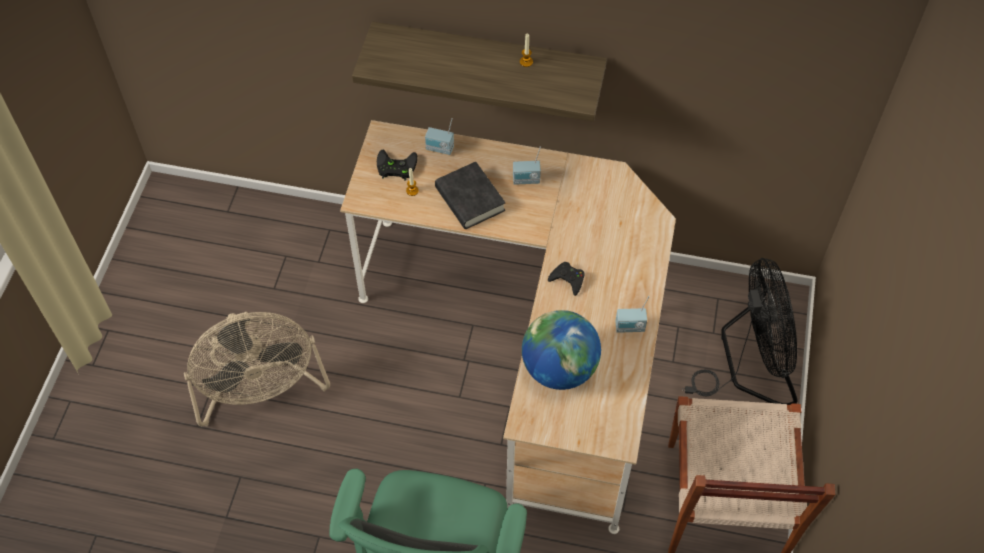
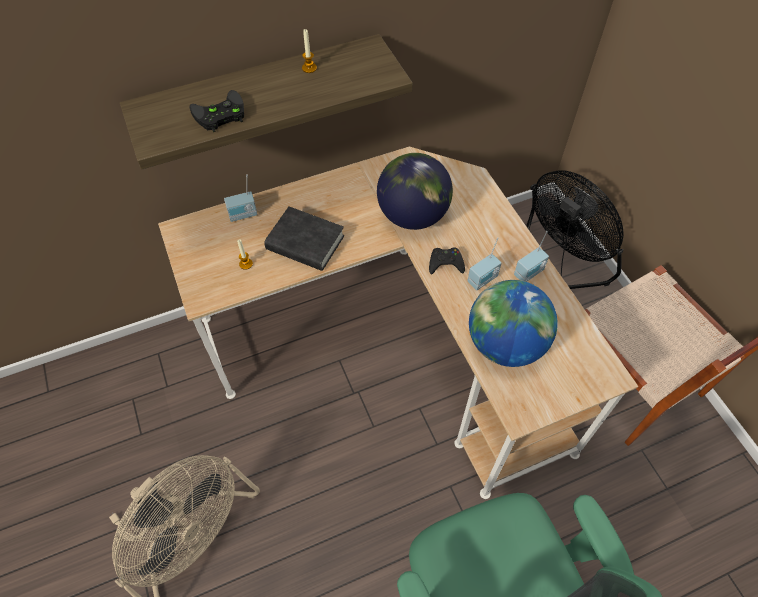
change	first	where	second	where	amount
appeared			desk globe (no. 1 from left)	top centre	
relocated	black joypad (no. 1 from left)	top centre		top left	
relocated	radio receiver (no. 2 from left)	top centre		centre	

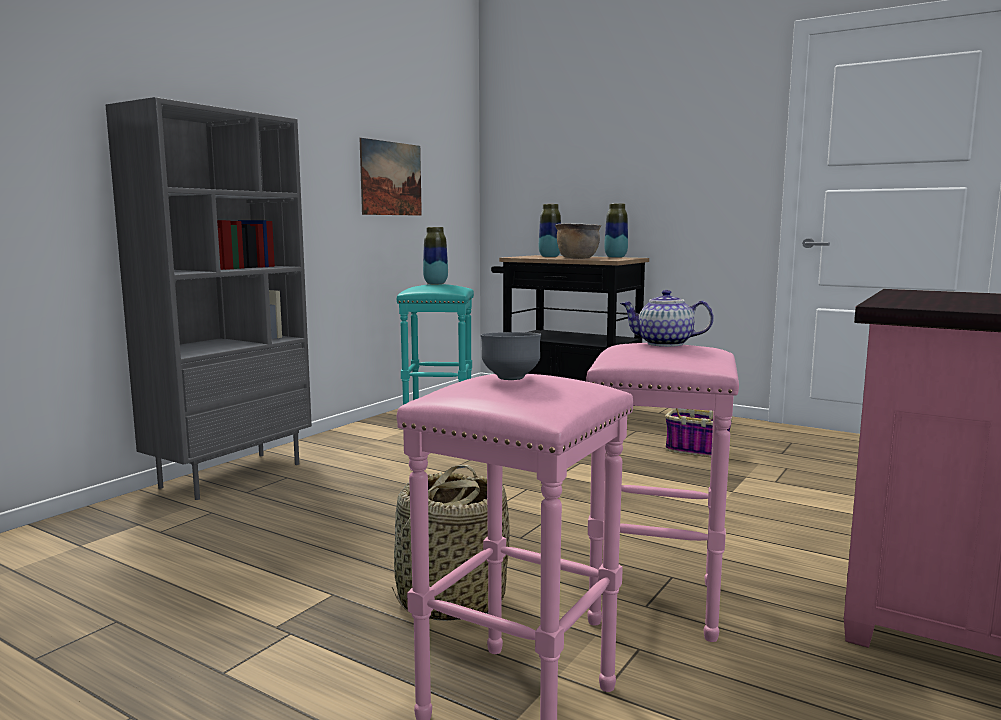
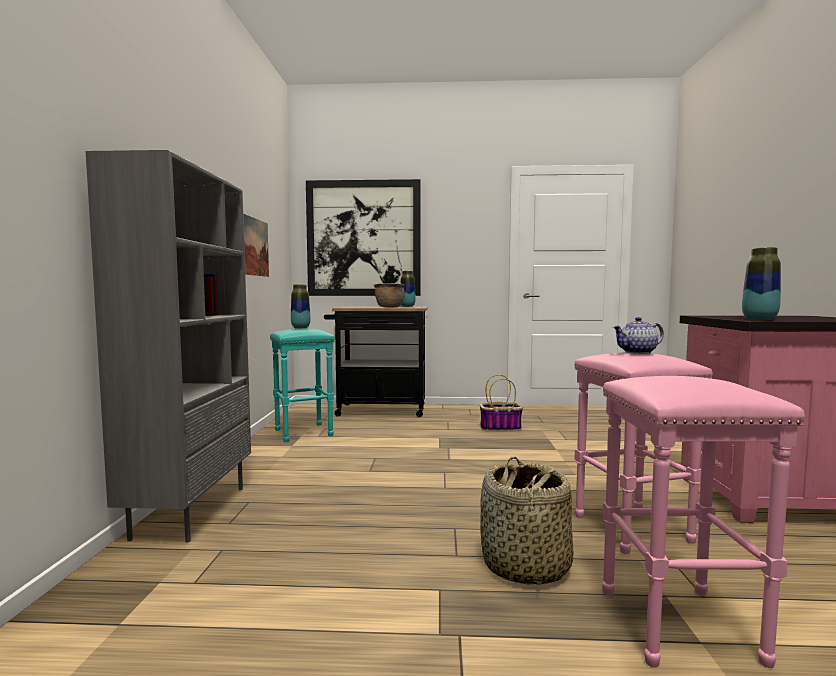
change	first	where	second	where	amount
missing	greyish bowl	centre			
appeared			wall picture (no. 2 from left)	centre	
relocated	vase (no. 2 from left in the first image)	top centre	vase (no. 3 from left)	middle right	

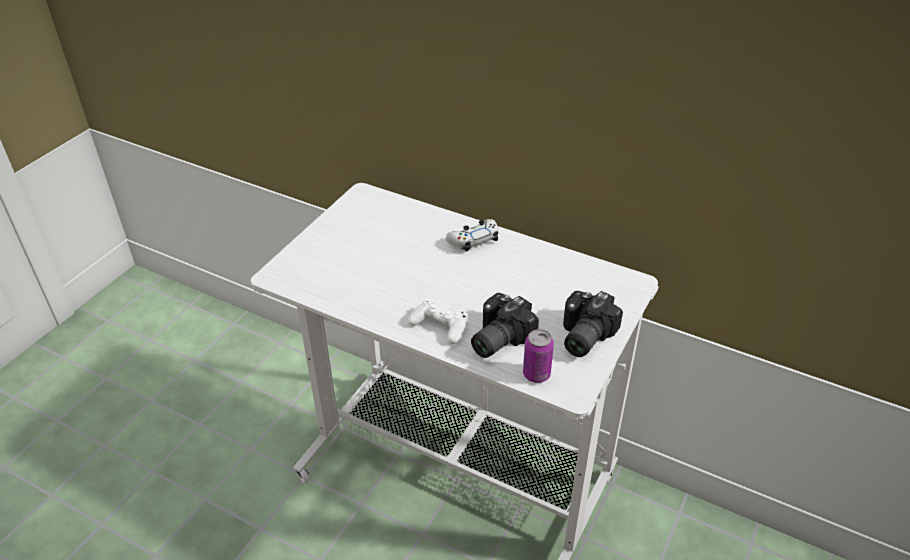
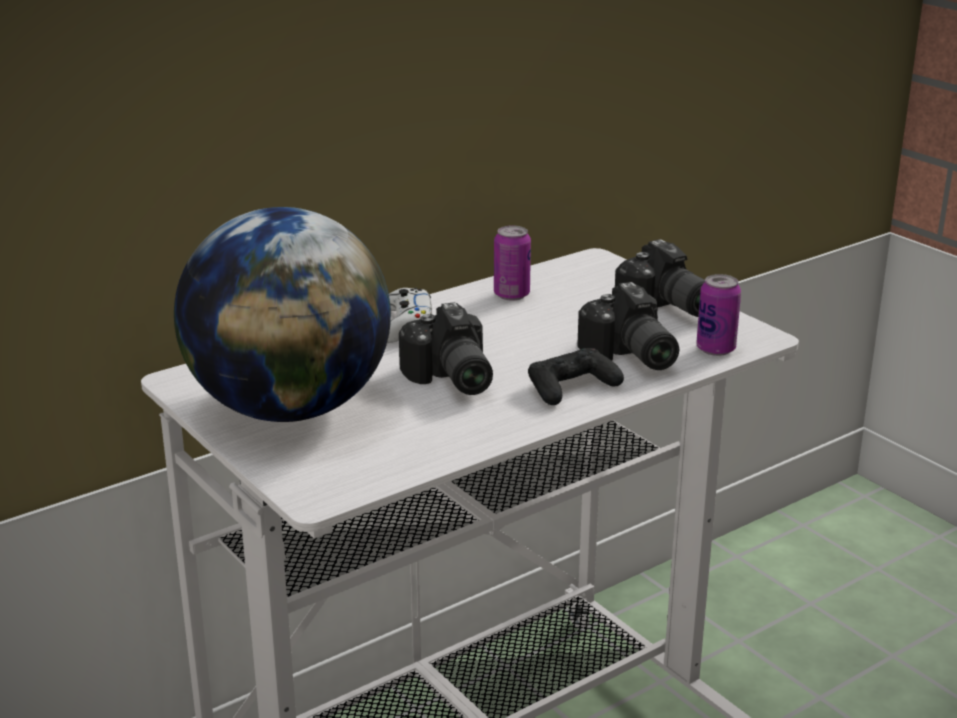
change	first	where	second	where	amount
appeared			desk globe	middle left	
appeared			photo camera (no. 1 from left)	centre	
appeared			sealed can (no. 1 from left)	centre	
colour	whitish joypad (no. 1 from left)	centre	black joypad	centre	

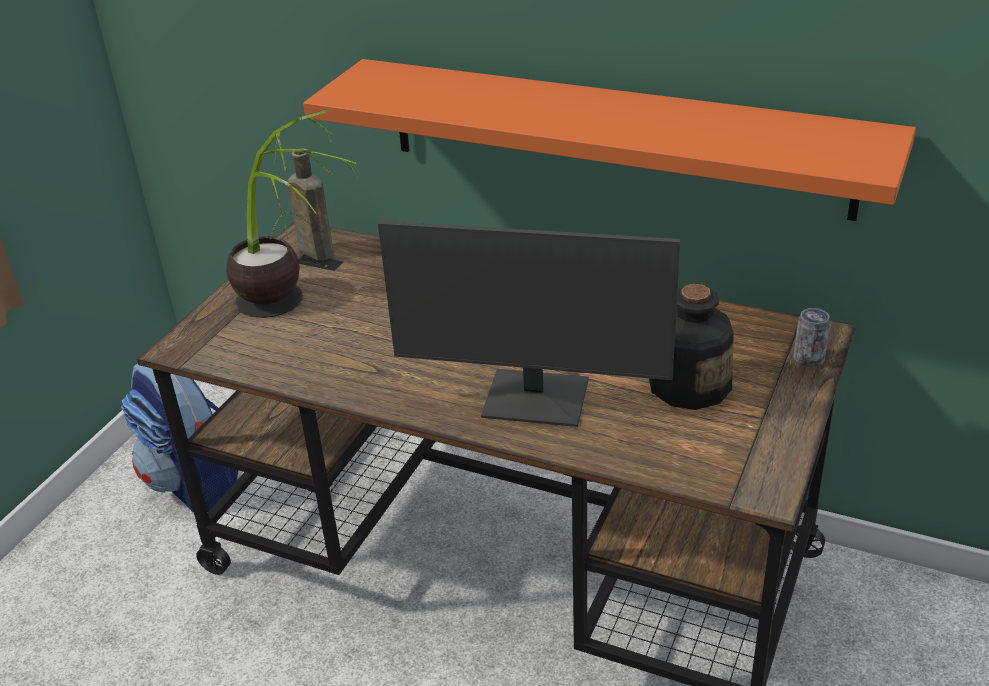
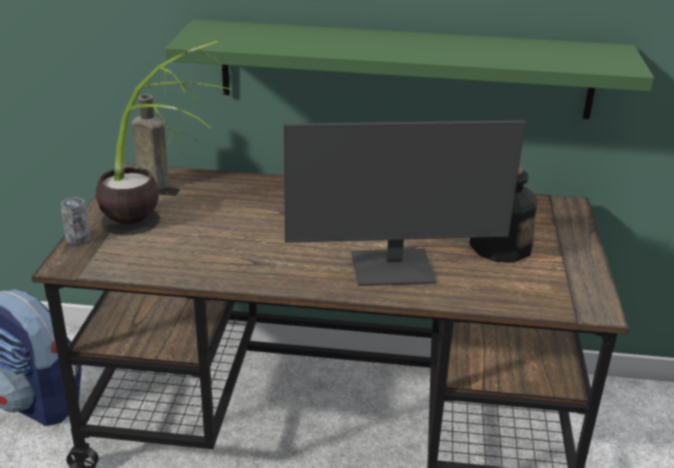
change	first	where	second	where	amount
relocated	sealed can	middle right		middle left	
colour	orange-coloured wall shelf	top centre	green wall shelf	top centre	

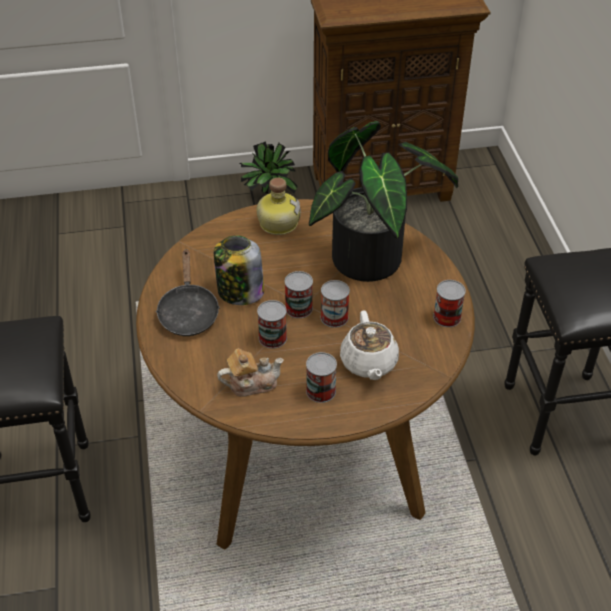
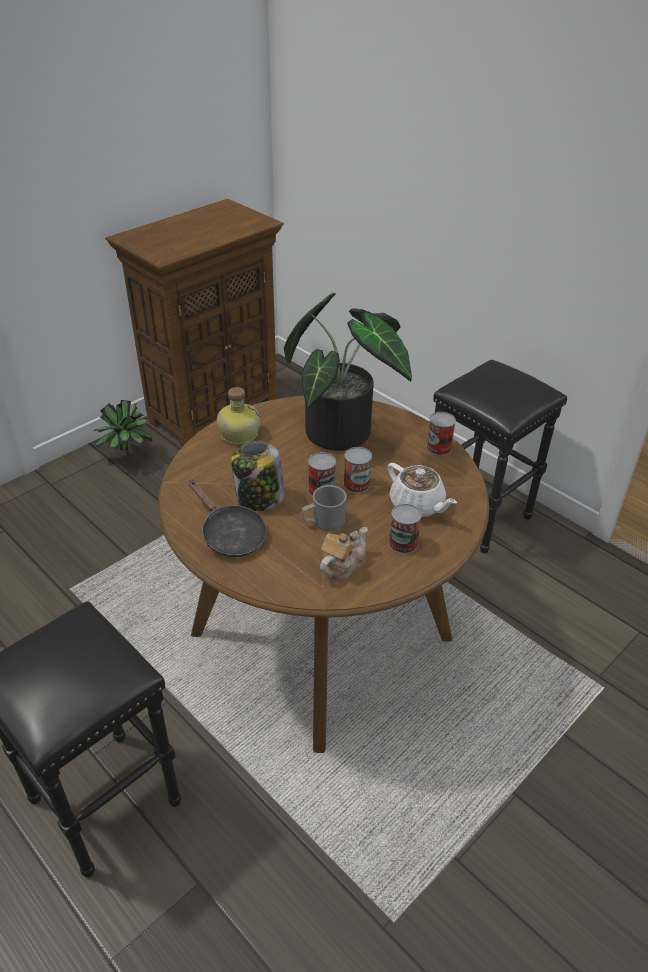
change	first	where	second	where	amount
exchanged	sealed can (no. 1 from left)	centre	greyish coffee mug	centre	

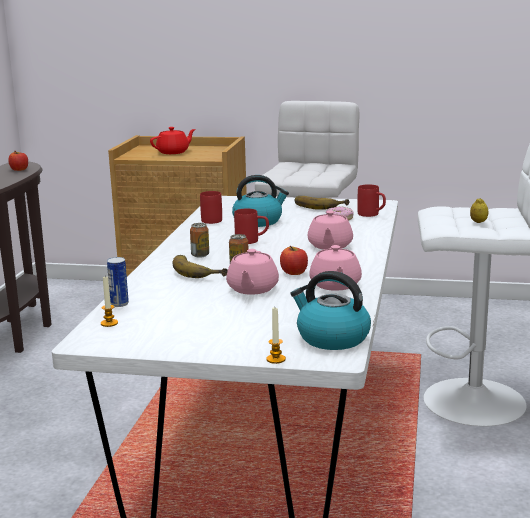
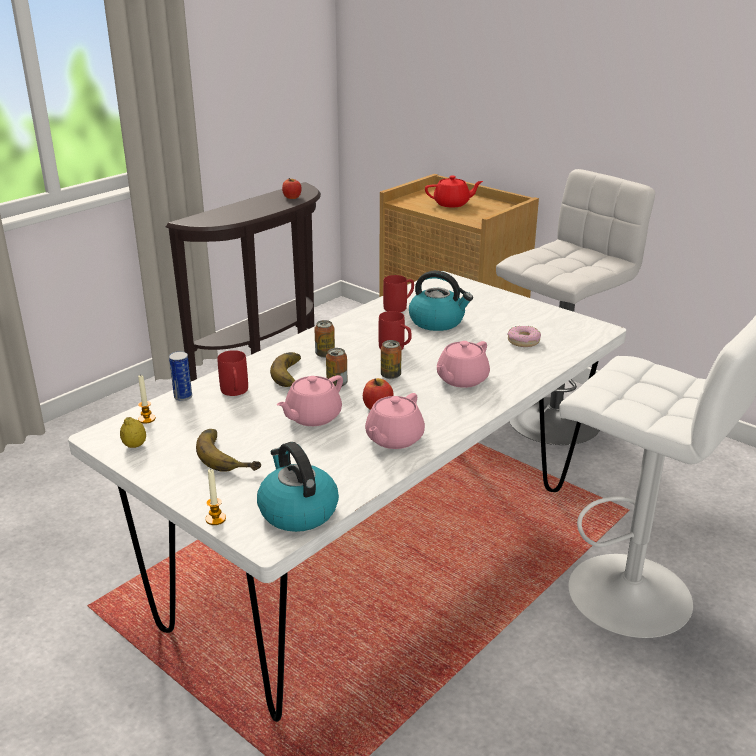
change	first	where	second	where	amount
appeared			sealed can (no. 4 from left)	centre	
relocated	banana fruit (no. 2 from left in the first image)	centre	banana fruit (no. 1 from left)	middle left	
relocated	red-coloured coffee mug (no. 3 from left in the first image)	middle right	red-coloured coffee mug (no. 1 from left)	middle left	
relocated	citrus fruit	middle right		middle left	

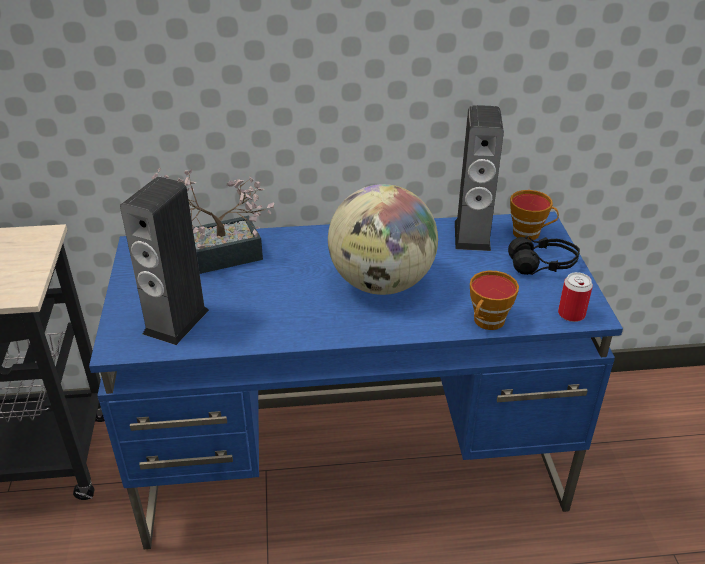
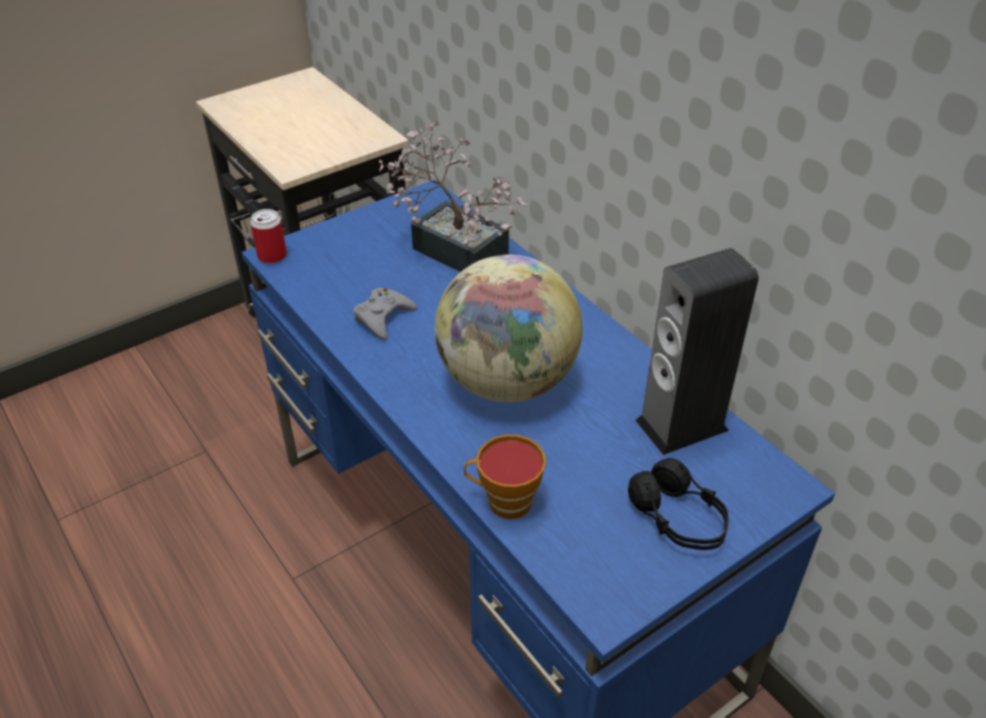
change	first	where	second	where	amount
missing	speaker (no. 1 from left)	middle left			
missing	drinking cup (no. 2 from left)	middle right			
appeared			greyish joypad	centre	
relocated	sealed can	middle right		top left	

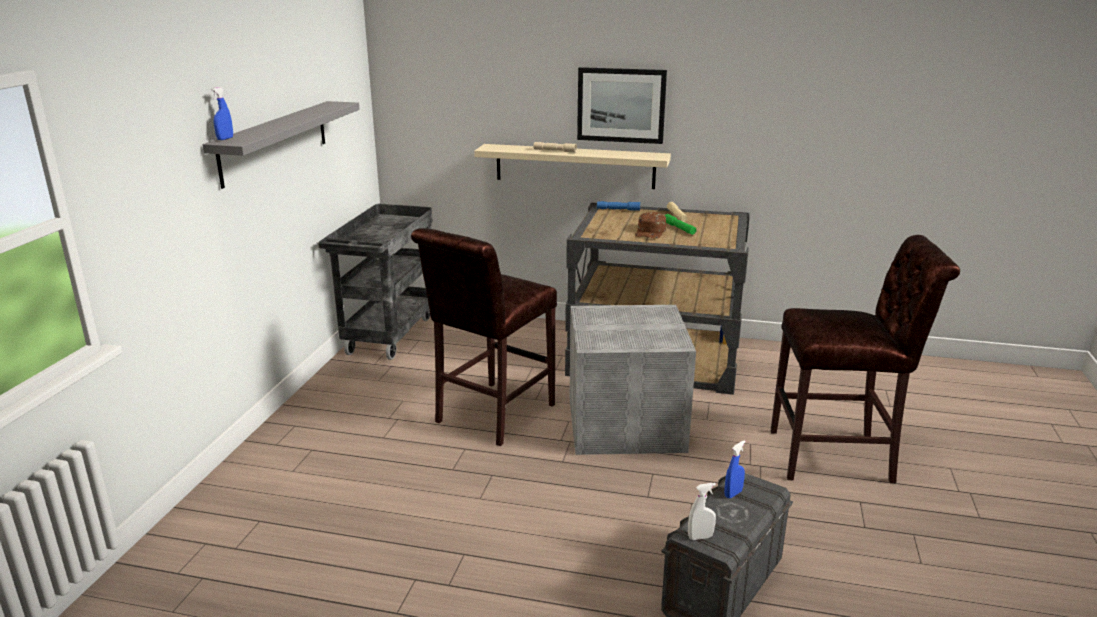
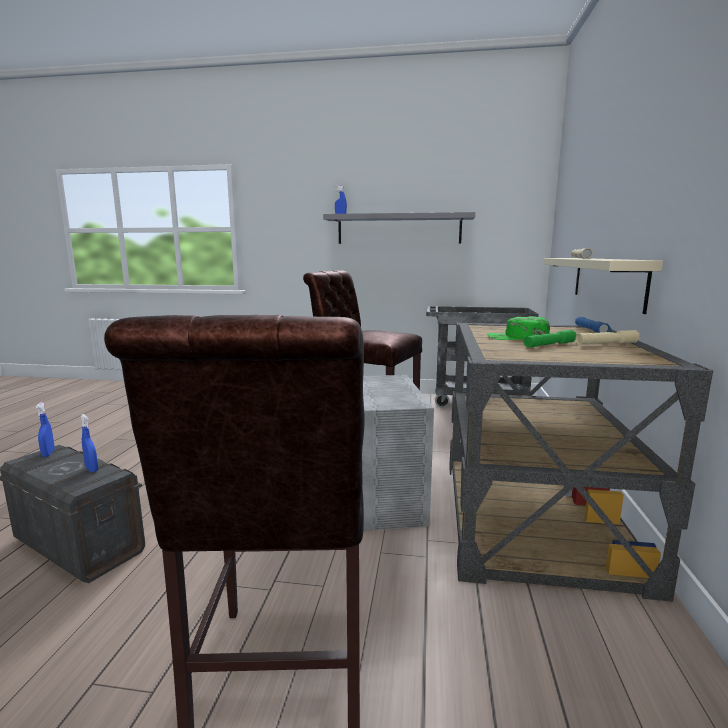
change	first	where	second	where	amount
missing	wall picture	top centre			
colour	brown-coloured baseball cap	centre	green baseball cap	middle right	
colour	whitish hand sprayer	bottom centre	bluish hand sprayer (no. 1 from left)	middle left	

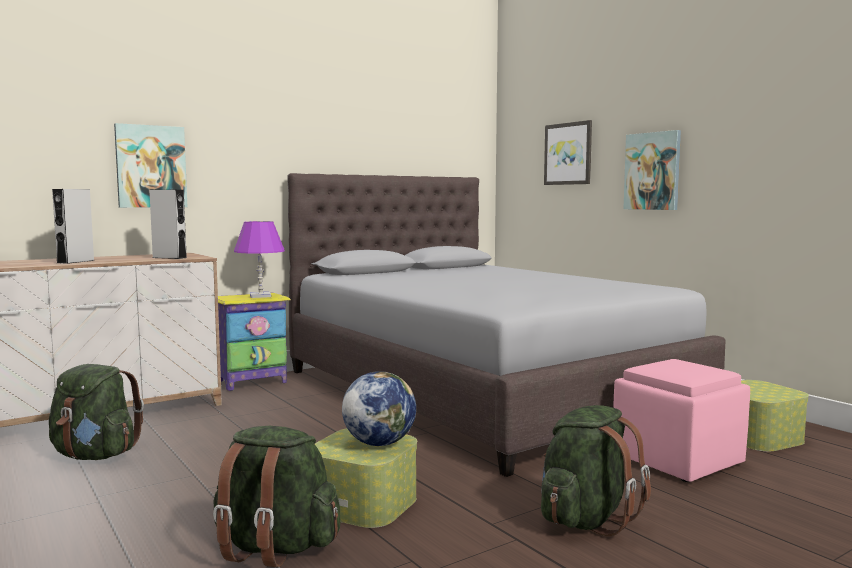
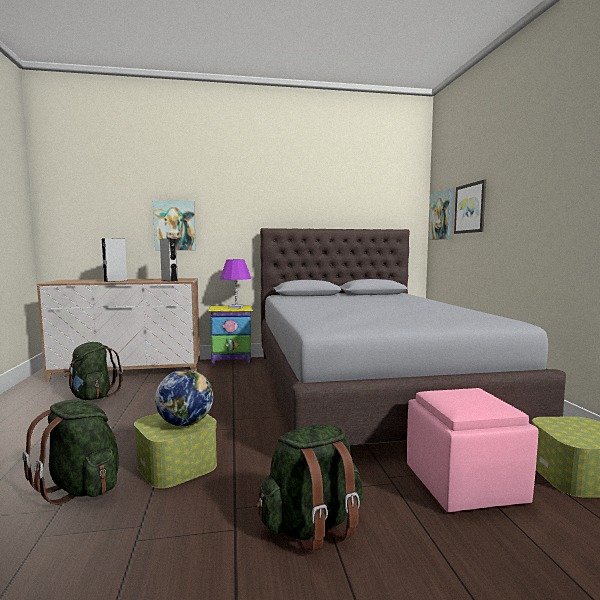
change	first	where	second	where	amount
relocated	wall picture (no. 3 from left in the first image)	top right	wall picture (no. 2 from left)	middle right	

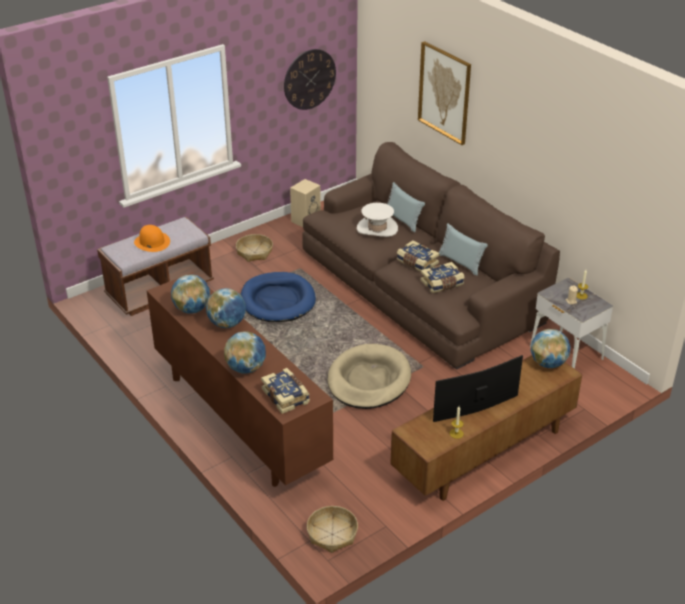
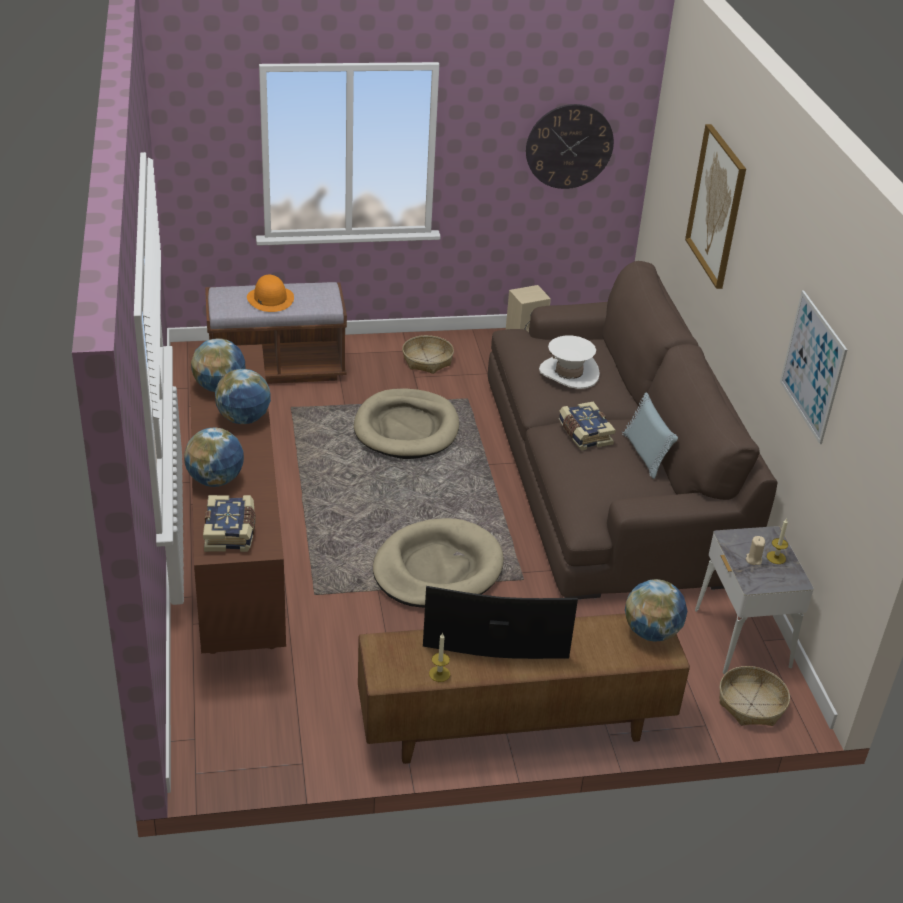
change	first	where	second	where	amount
missing	bluish pillow (no. 1 from left)	centre			
missing	volume (no. 3 from left)	centre			
appeared			wall picture (no. 2 from left)	middle right	
relocated	household basket (no. 2 from left)	bottom centre		bottom right	
colour	bluish dog cushion	centre	sand-coloured dog cushion (no. 1 from left)	centre	

